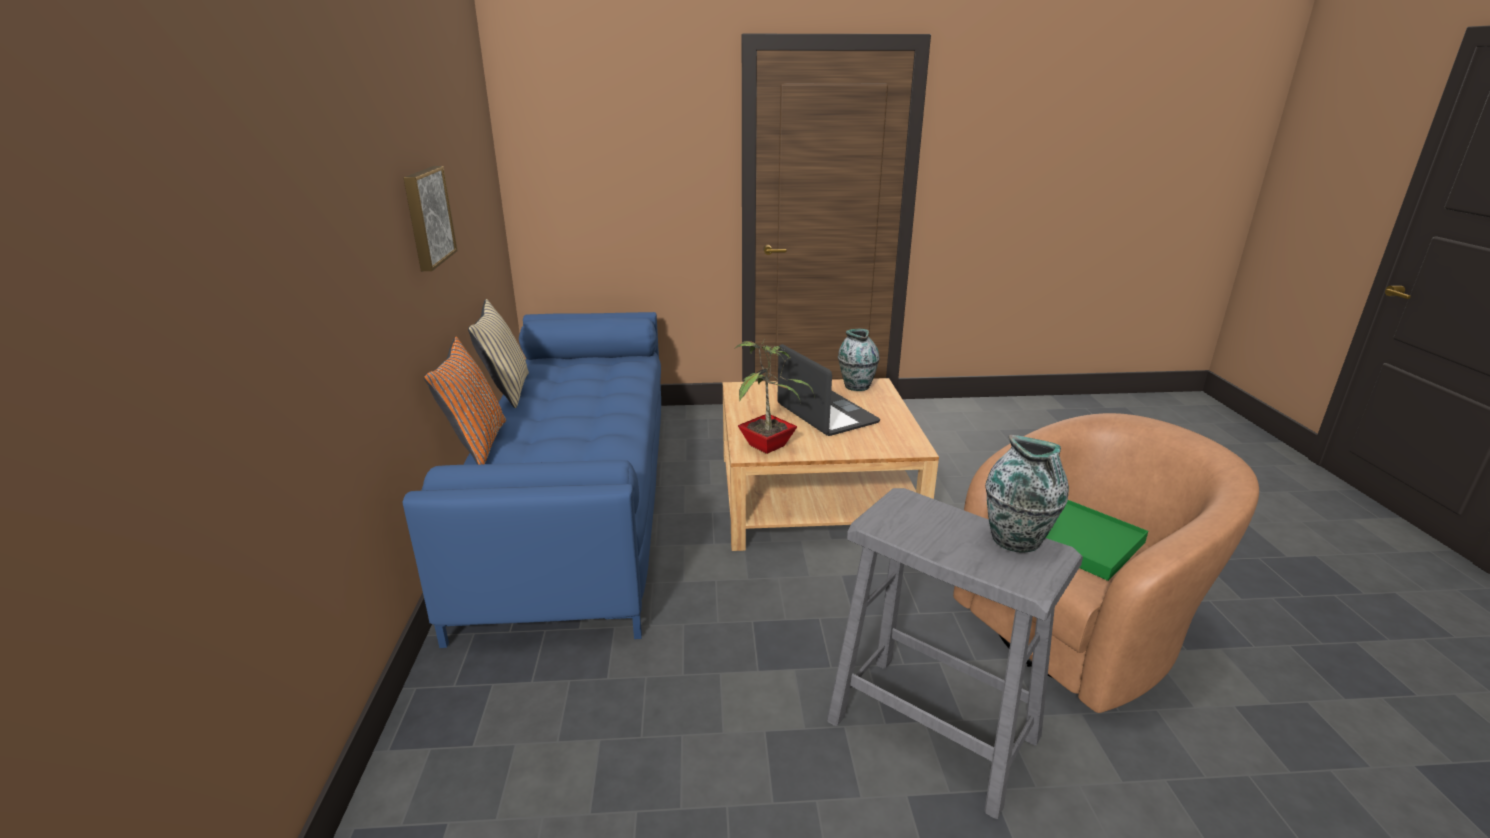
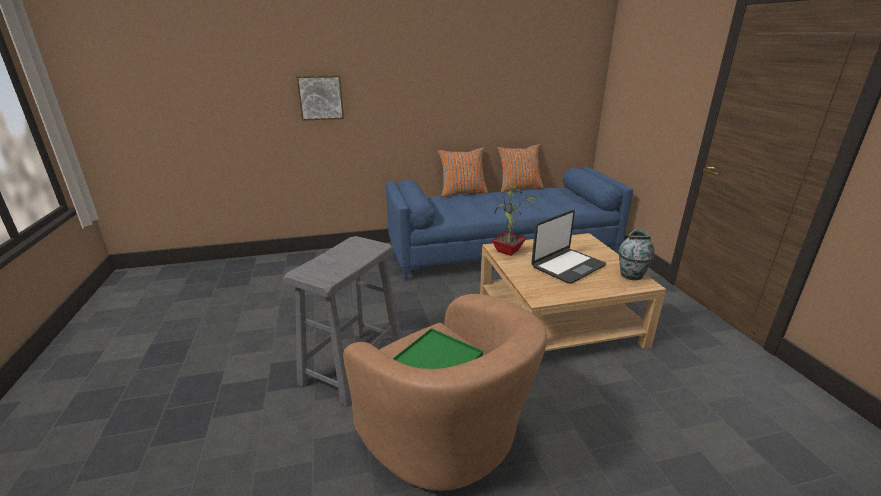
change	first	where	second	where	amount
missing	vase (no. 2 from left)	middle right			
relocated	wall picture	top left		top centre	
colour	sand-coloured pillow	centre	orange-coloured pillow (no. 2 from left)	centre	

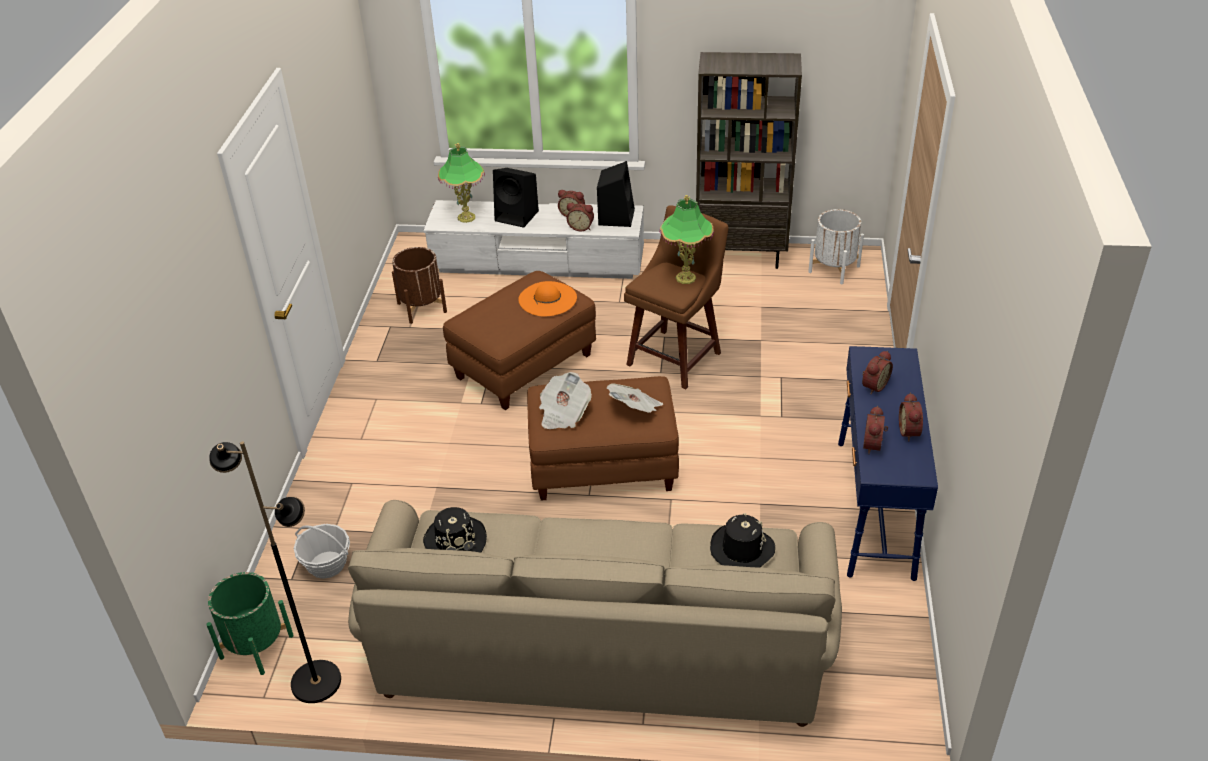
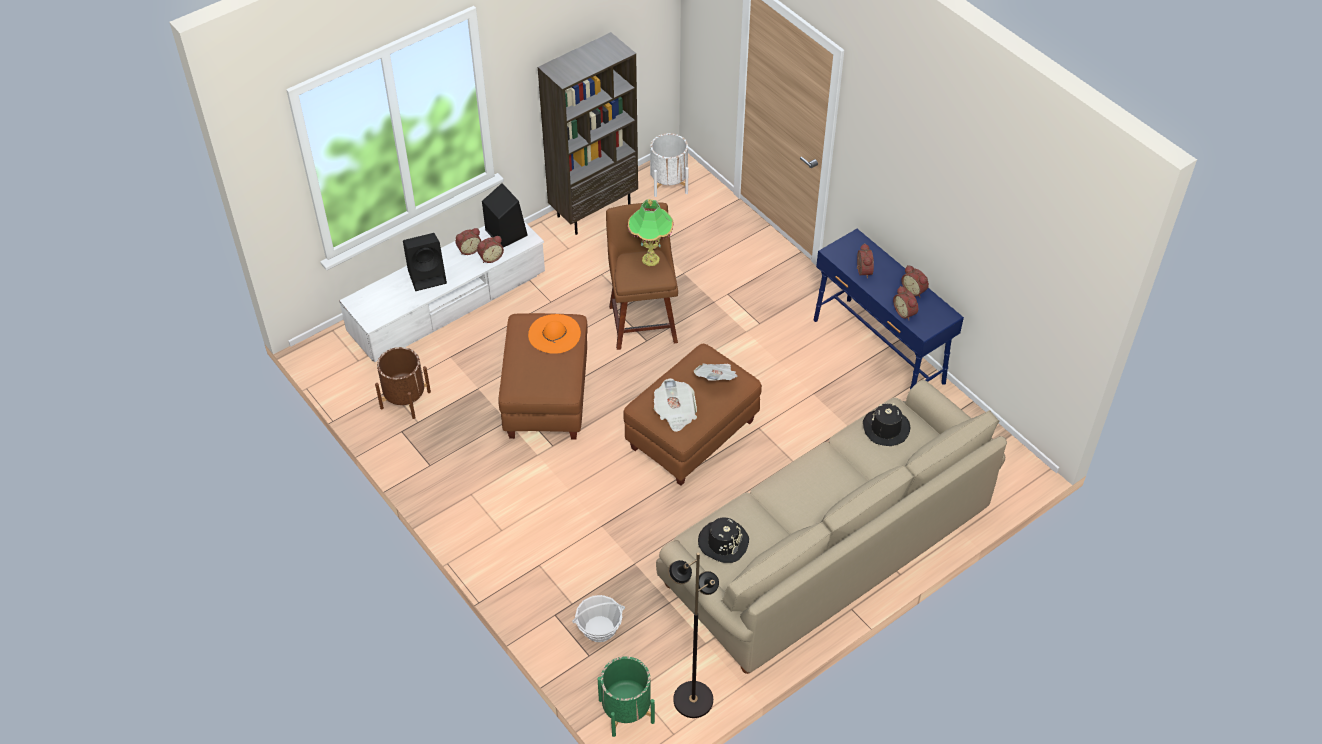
change	first	where	second	where	amount
missing	lamp for a table (no. 1 from left)	top centre			

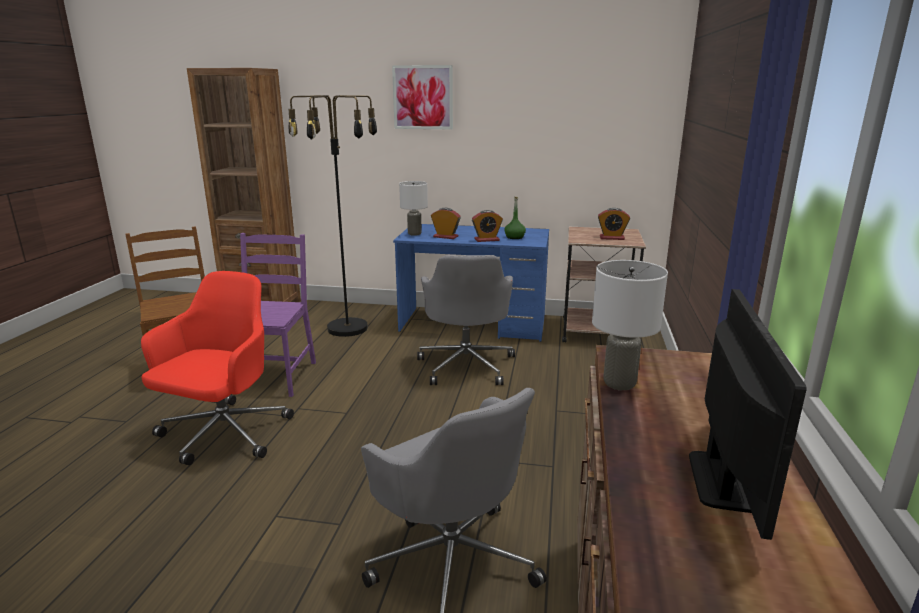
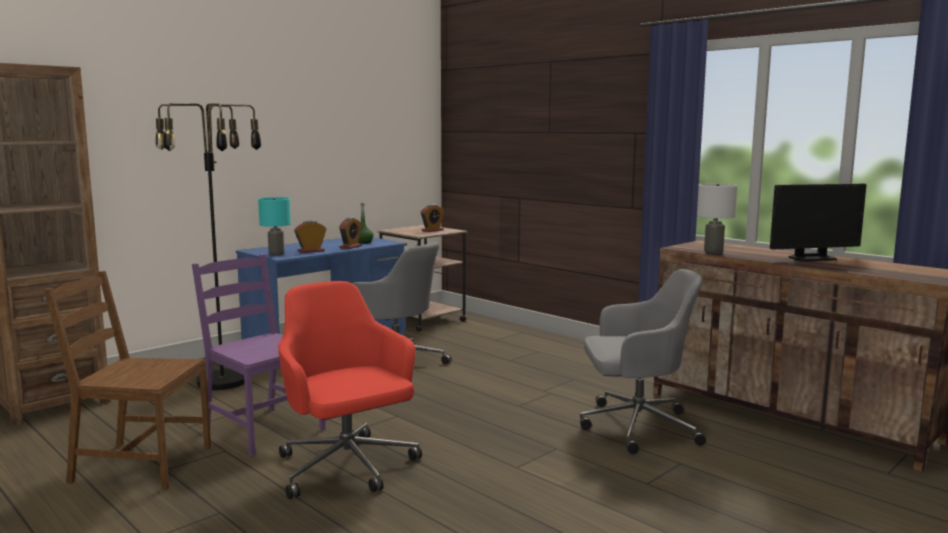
change	first	where	second	where	amount
missing	wall picture	top centre			
colour	whitish lamp for a table (no. 1 from left)	centre	blue-green lamp for a table	middle left	
spun	computer display	bottom right		middle right	120 degrees clockwise

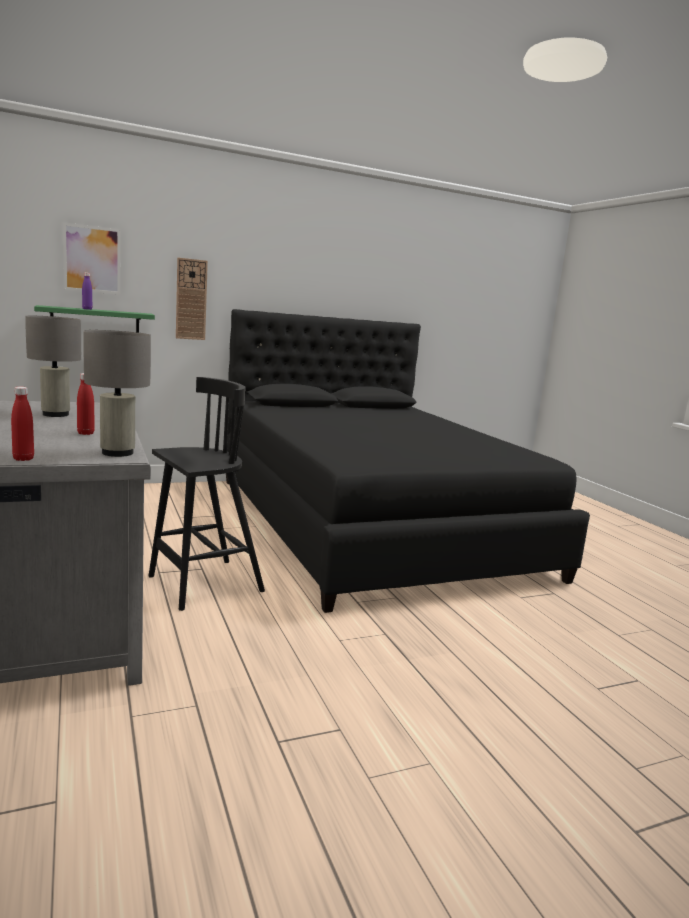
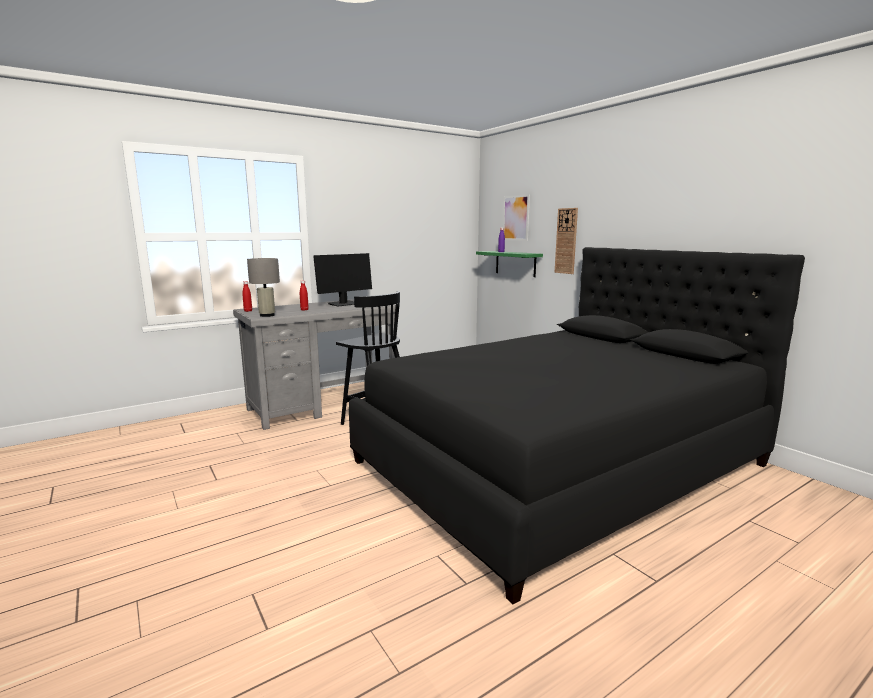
change	first	where	second	where	amount
exchanged	greyish lamp for a table (no. 1 from left)	middle left	computer display	centre	

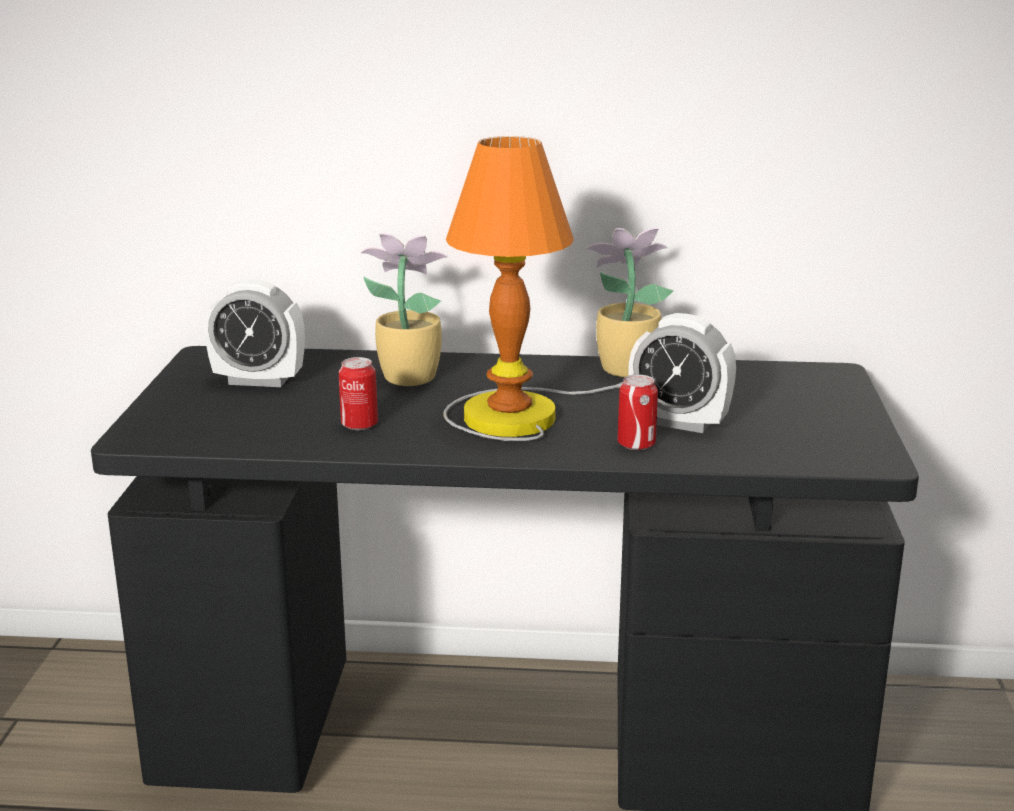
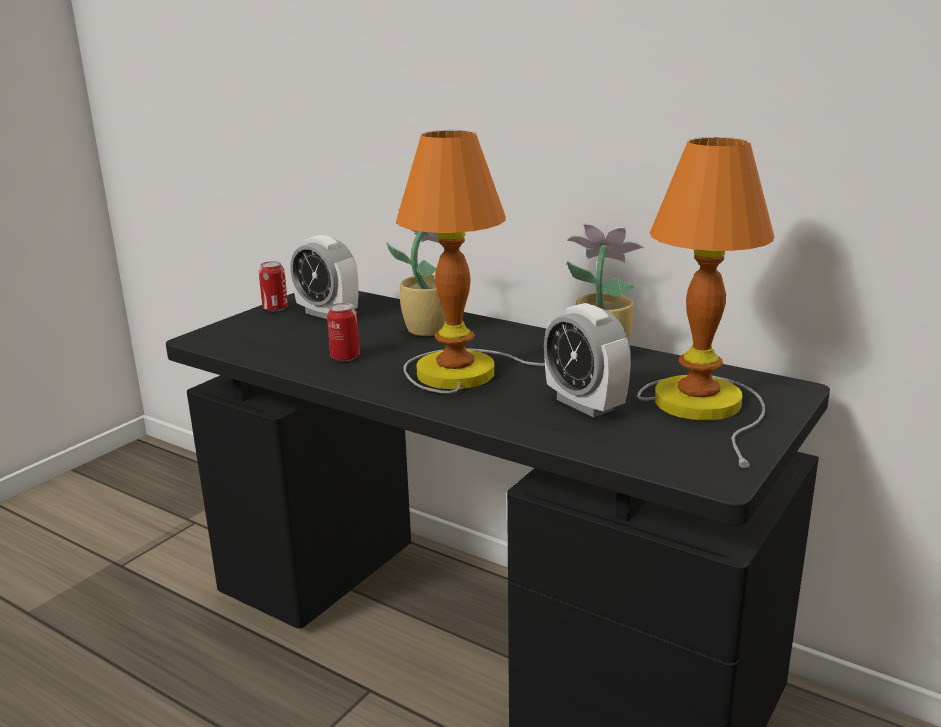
change	first	where	second	where	amount
appeared			lamp for a table (no. 2 from left)	middle right	
relocated	sealed can (no. 2 from left in the first image)	centre	sealed can (no. 1 from left)	middle left	

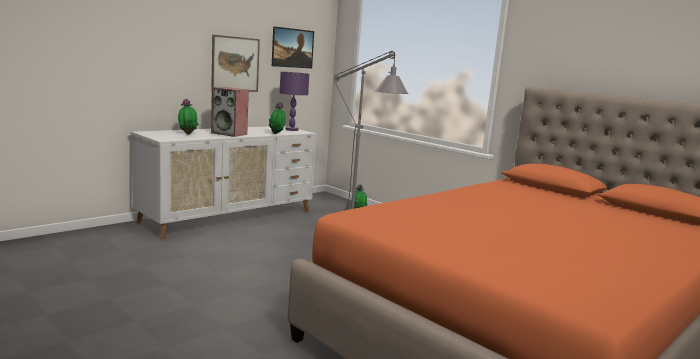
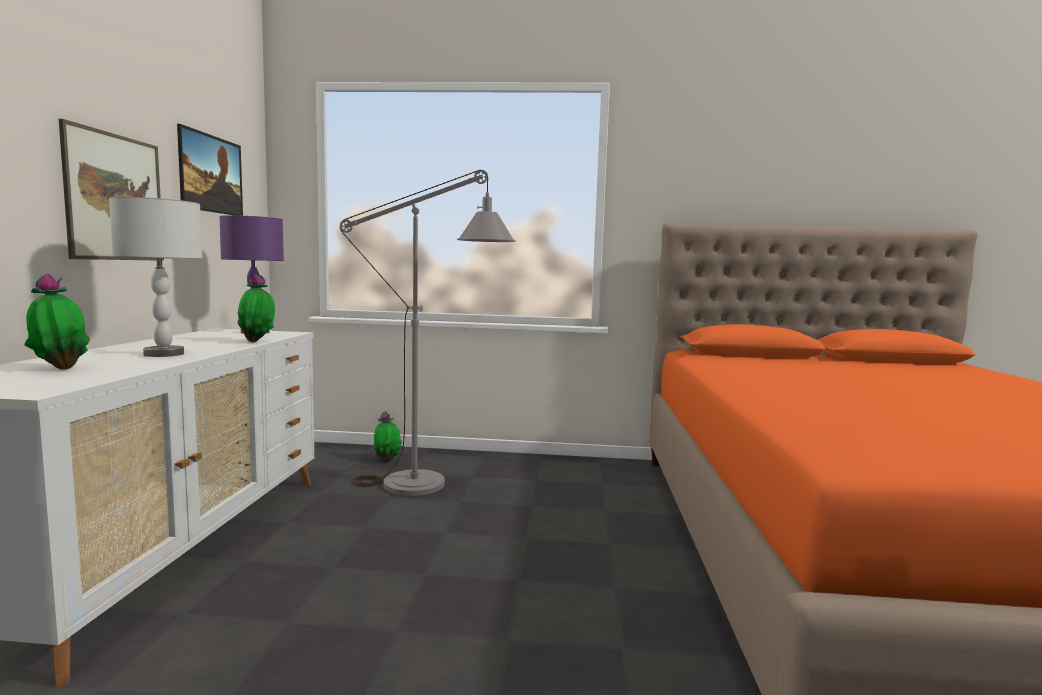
change	first	where	second	where	amount
exchanged	speaker	top left	greyish lamp for a table	middle left	

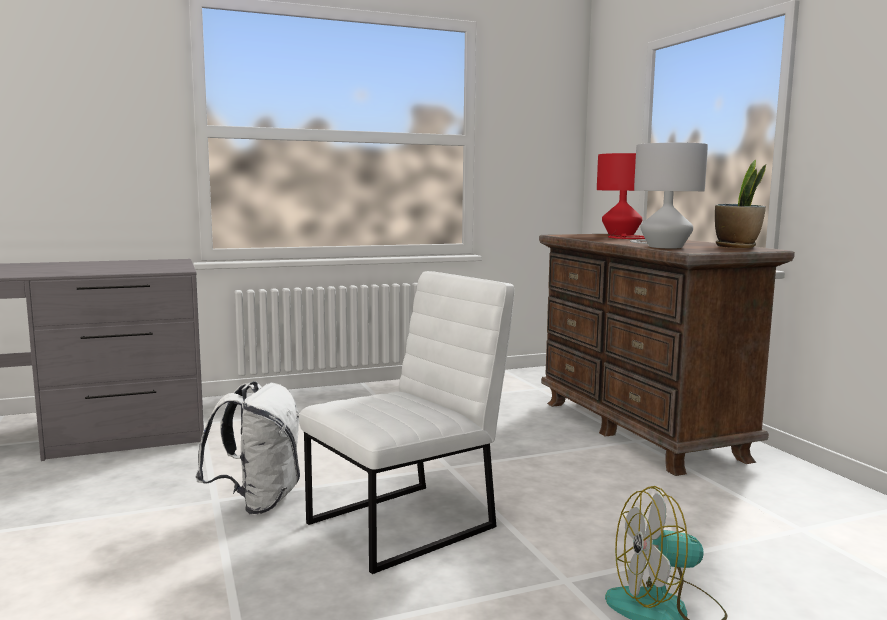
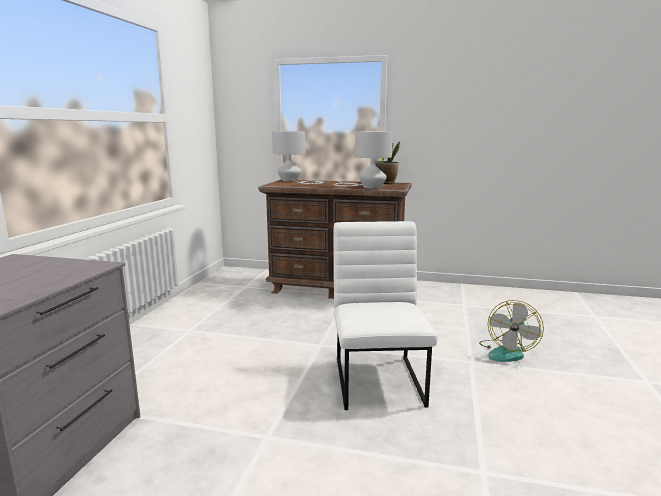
change	first	where	second	where	amount
missing	whitish rucksack	bottom left			
colour	red-coloured lamp for a table	top right	whitish lamp for a table (no. 1 from left)	top centre	

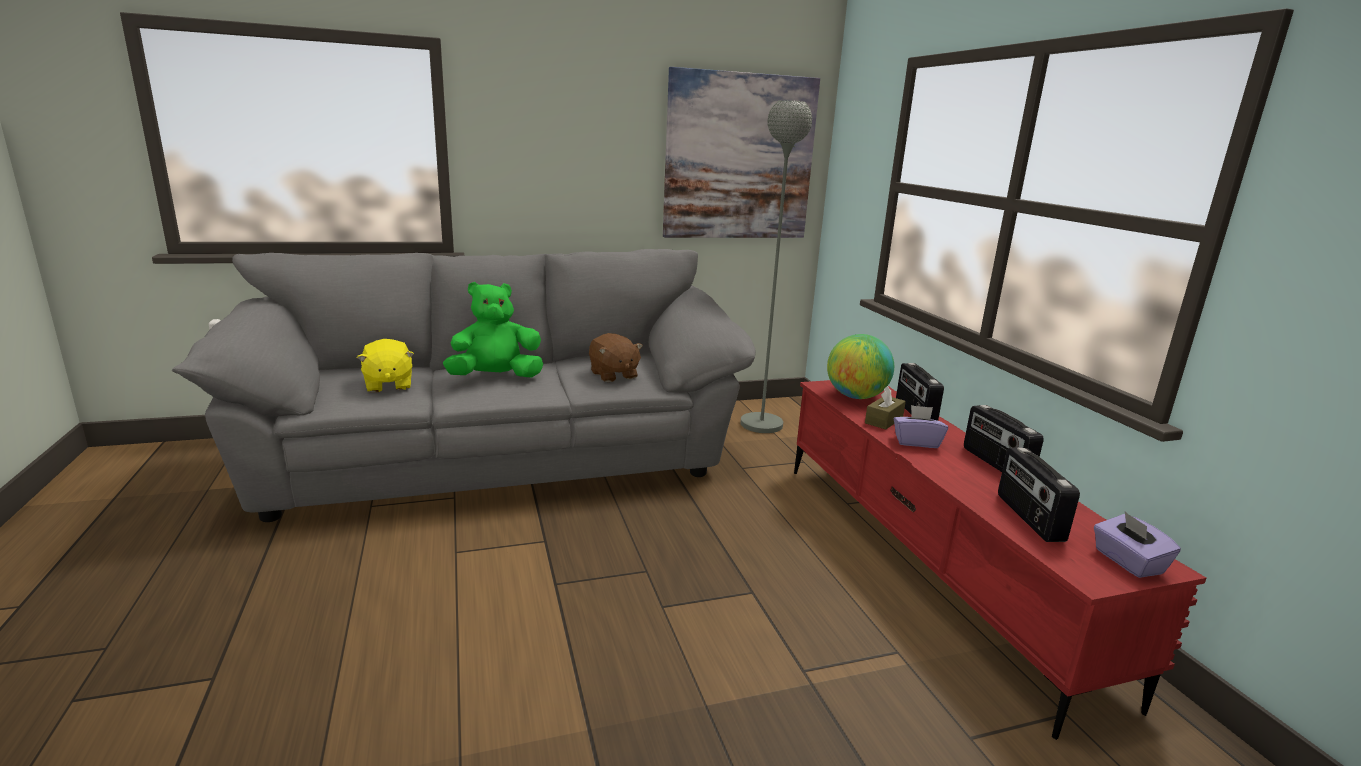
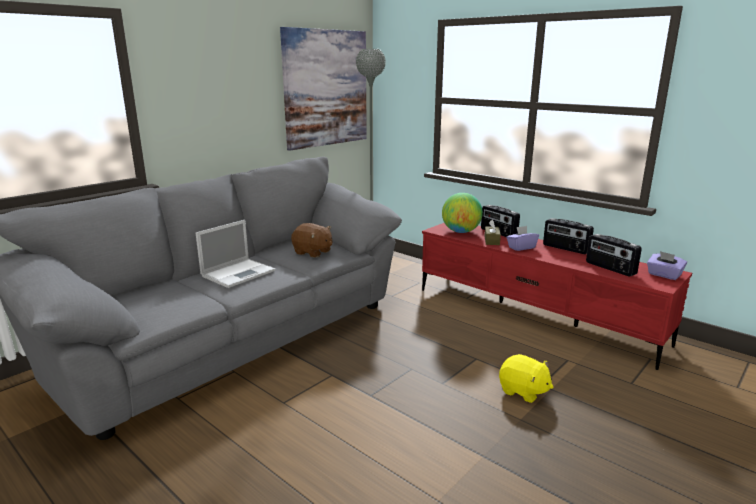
change	first	where	second	where	amount
relocated	yellow soft toy	middle left		bottom right	
exchanged	green soft toy	centre	portable computer	middle left	

